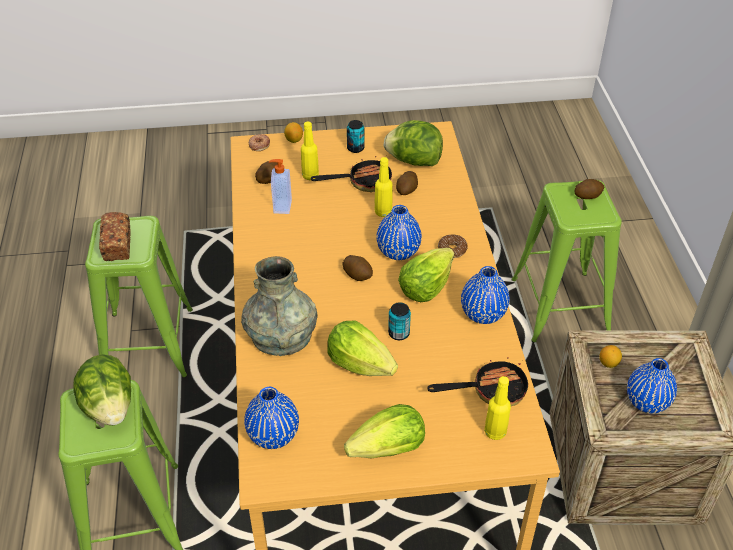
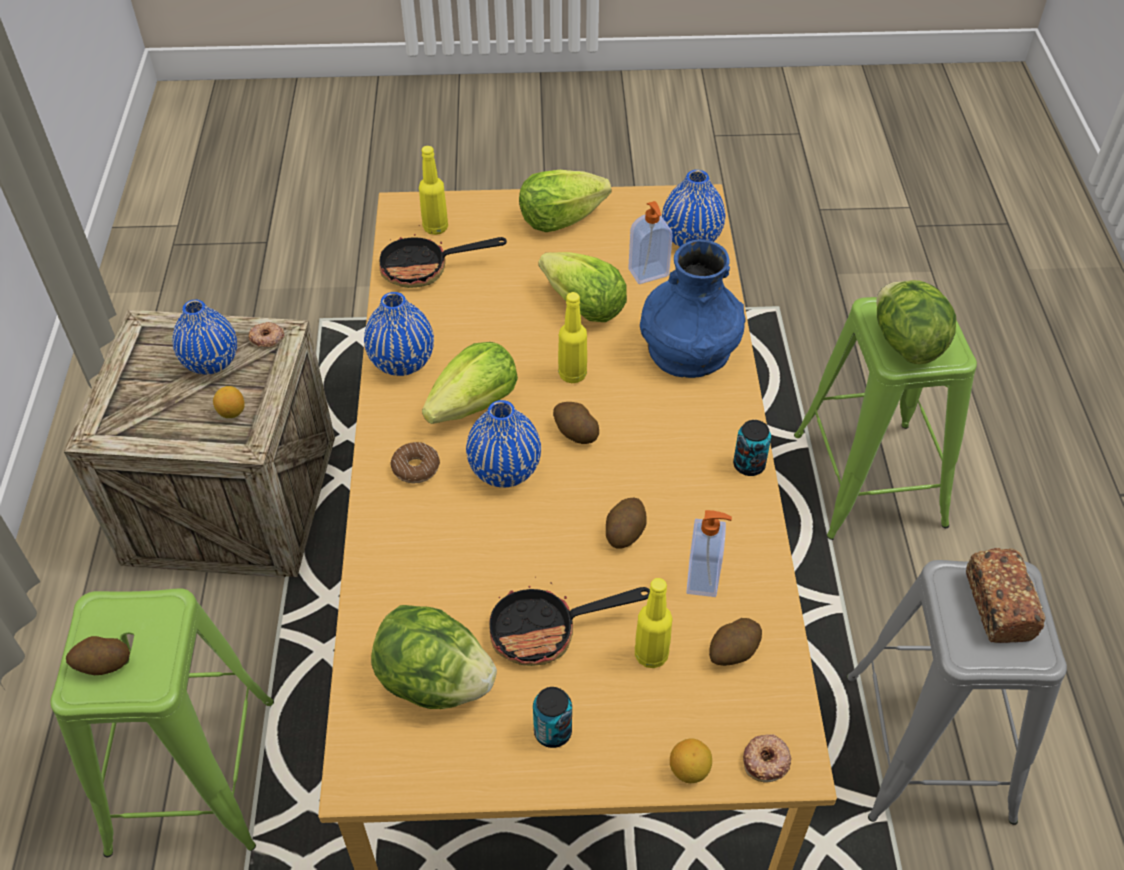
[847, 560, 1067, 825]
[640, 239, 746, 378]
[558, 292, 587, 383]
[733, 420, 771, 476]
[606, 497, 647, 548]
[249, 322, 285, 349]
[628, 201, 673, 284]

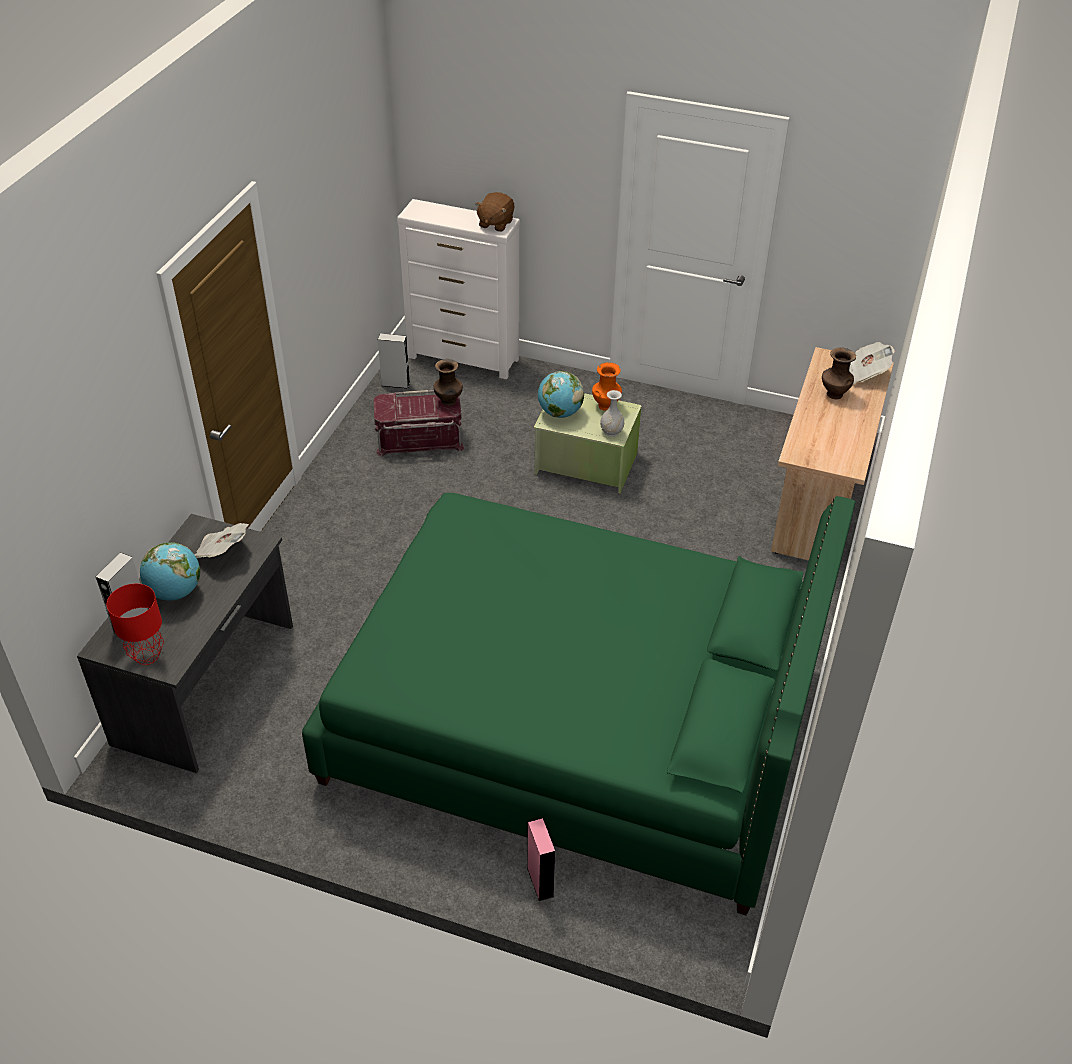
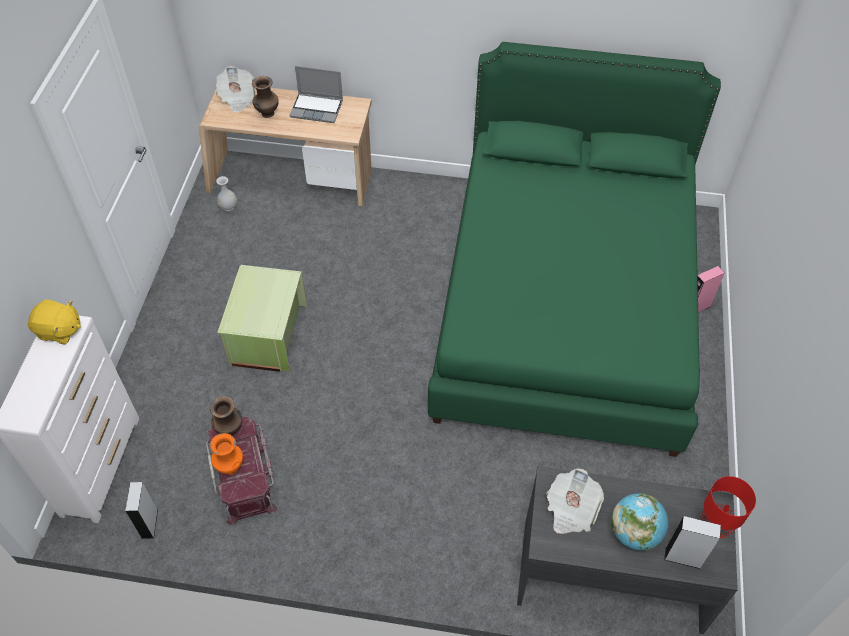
[28, 300, 81, 345]
[538, 371, 584, 418] (first image)
[210, 433, 243, 475]
[216, 176, 237, 211]
[289, 66, 343, 123]

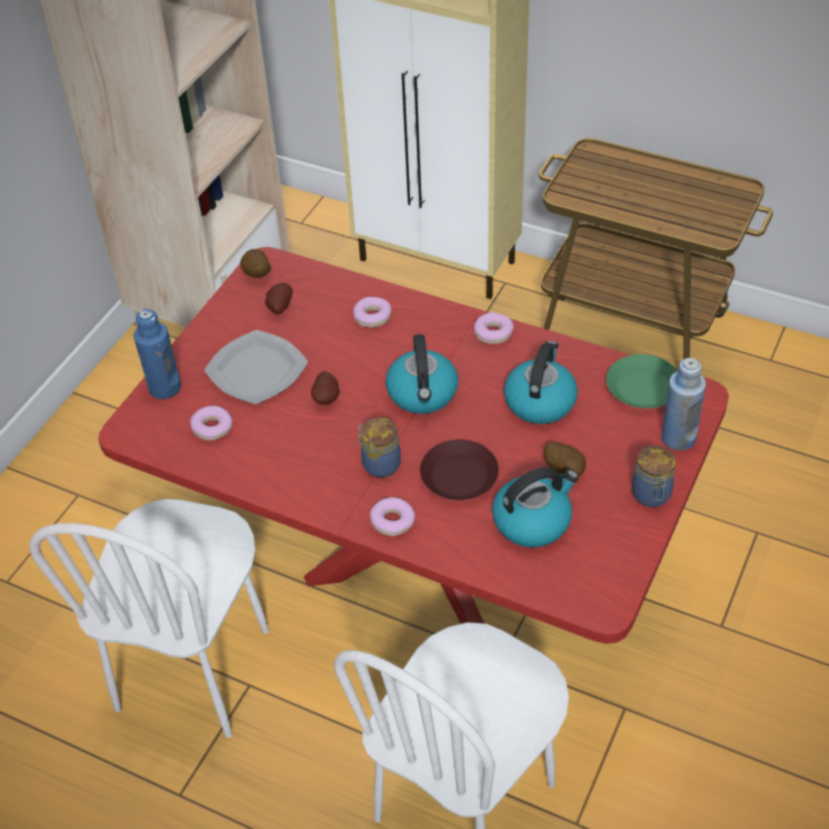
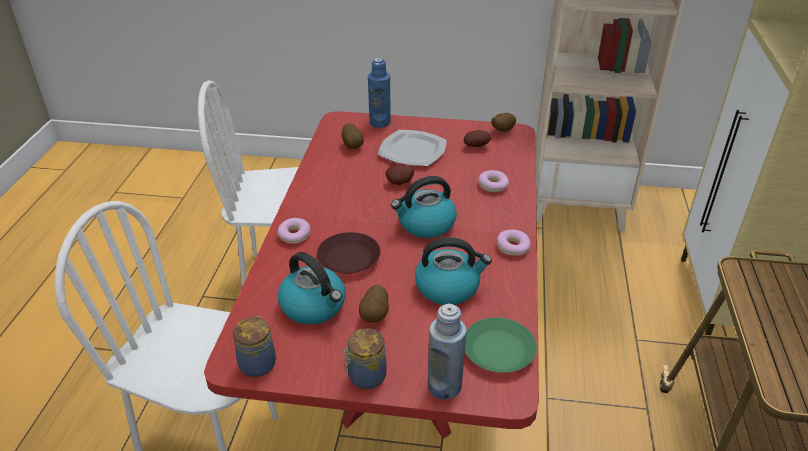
[342, 123, 364, 149]
[233, 316, 276, 377]

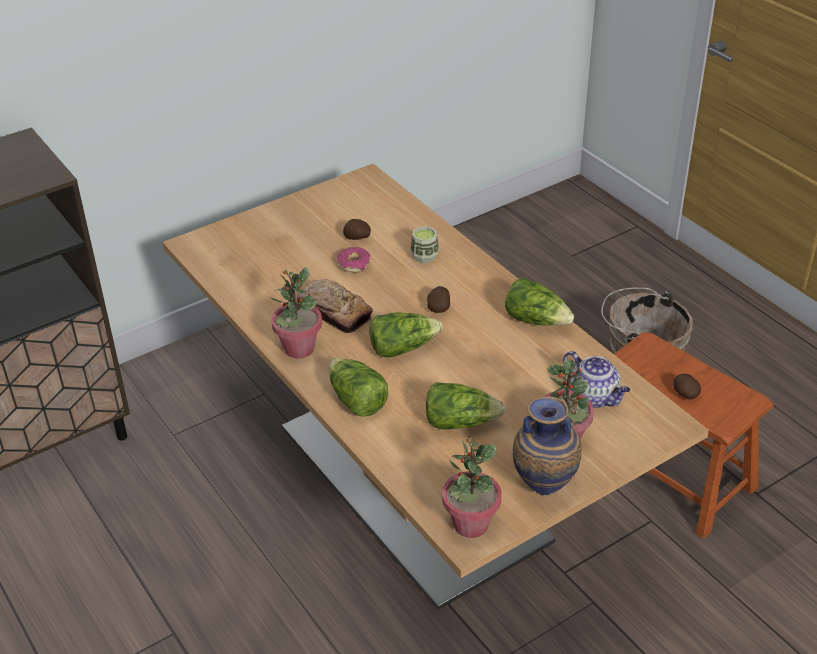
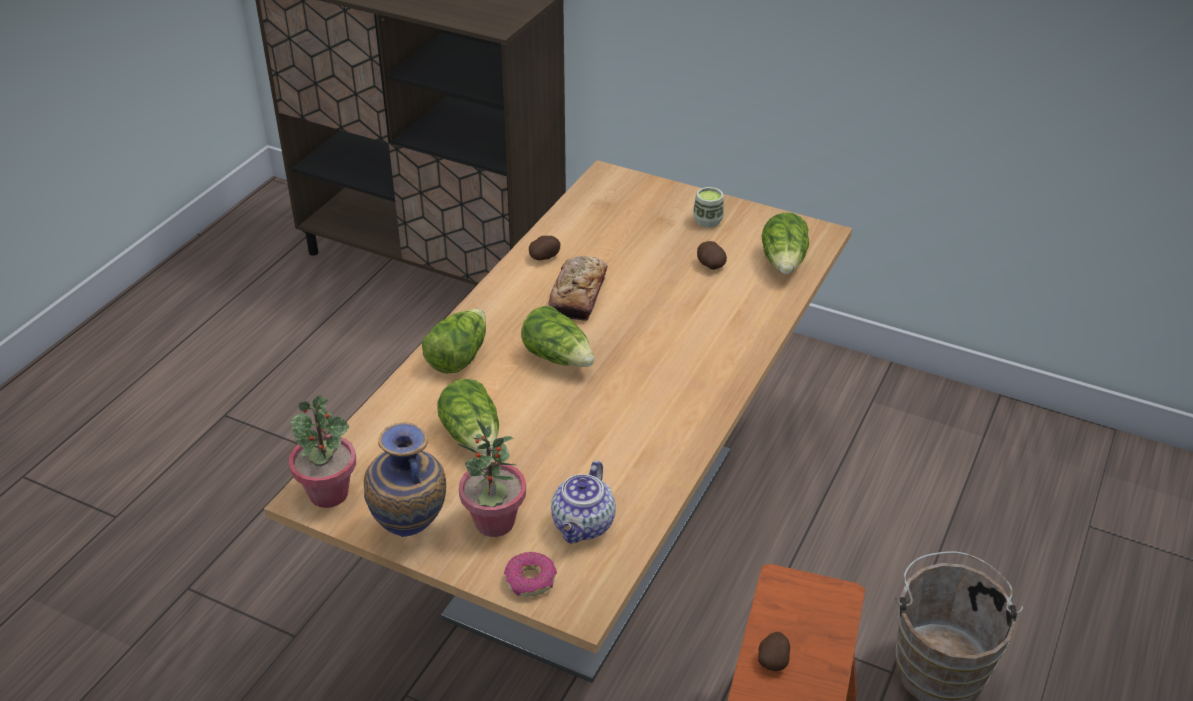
[270, 267, 322, 359] (first image)
[504, 552, 557, 597]
[693, 187, 724, 228]
[529, 236, 560, 260]
[762, 212, 809, 274]

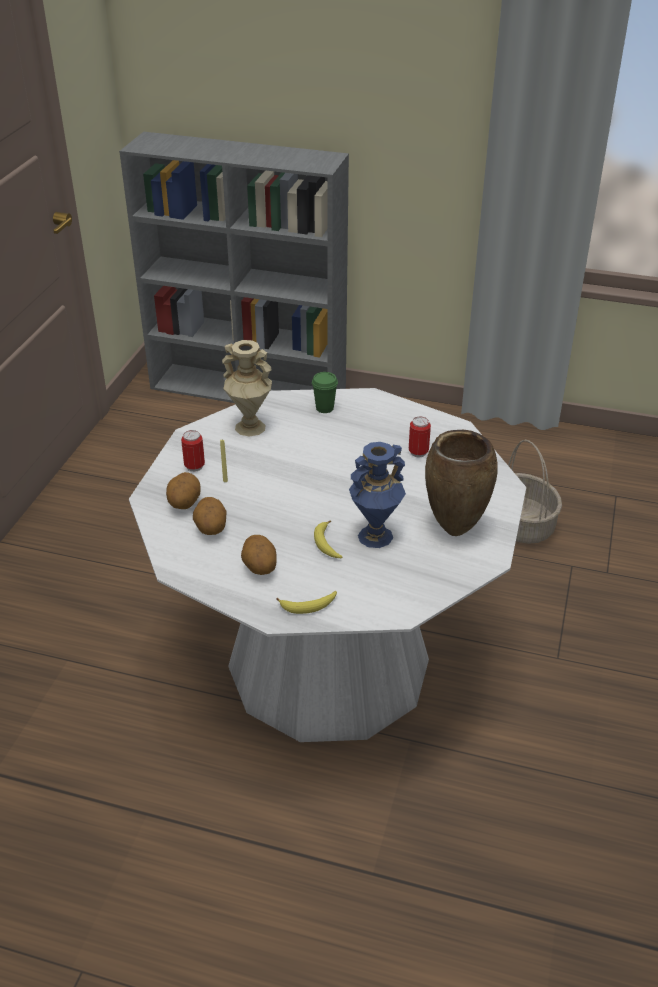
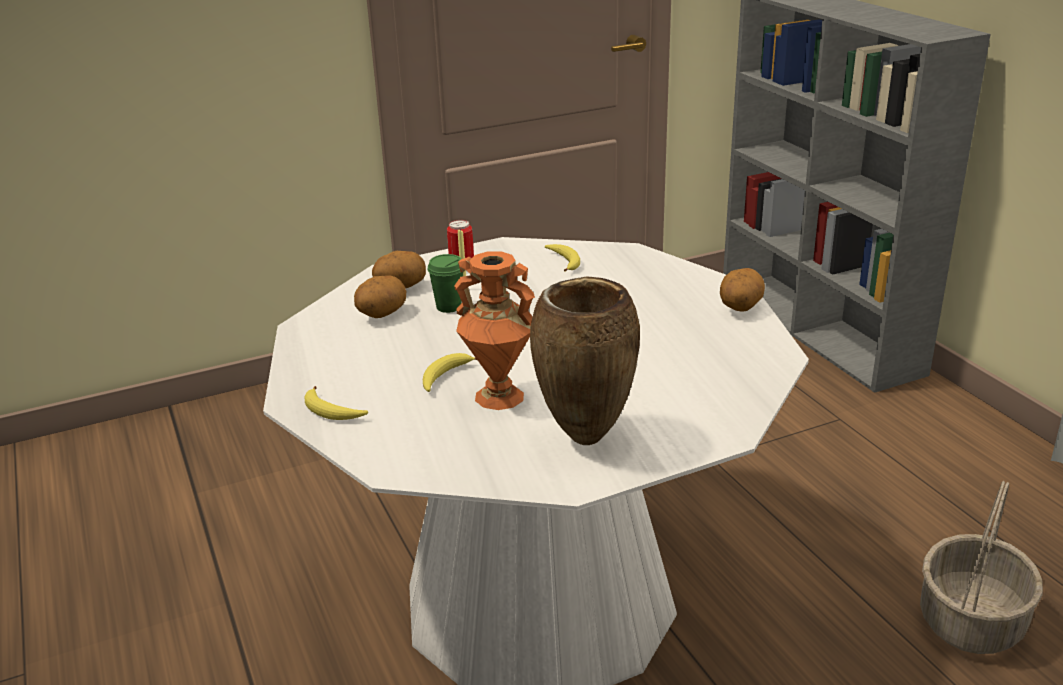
[545, 244, 580, 271]
[720, 268, 765, 312]
[428, 254, 463, 313]
[454, 251, 535, 410]
[409, 417, 431, 457] (first image)

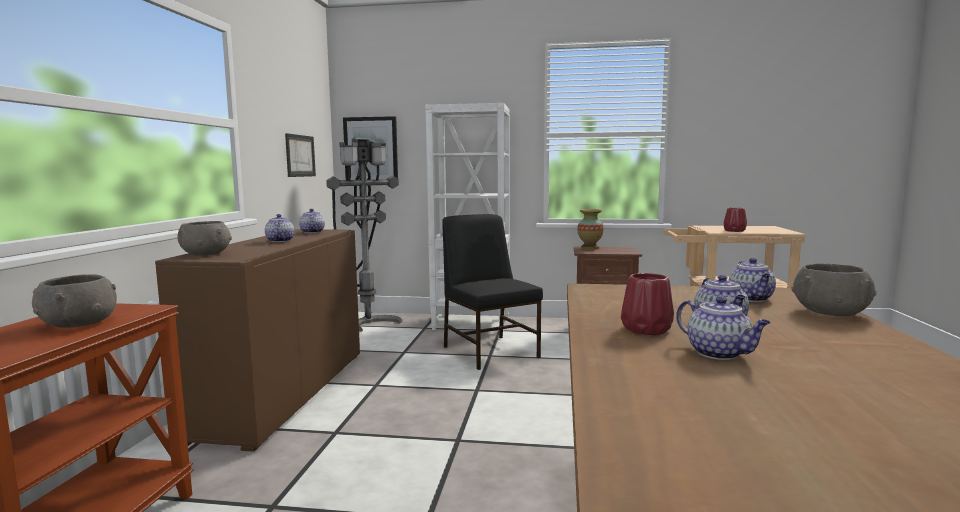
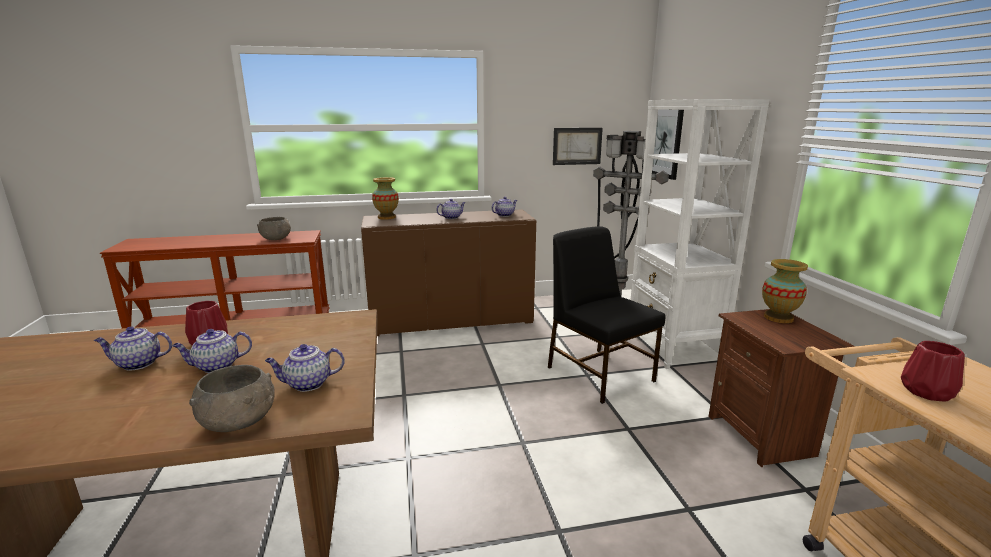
[372, 177, 399, 220]
[548, 226, 665, 404]
[94, 326, 172, 371]

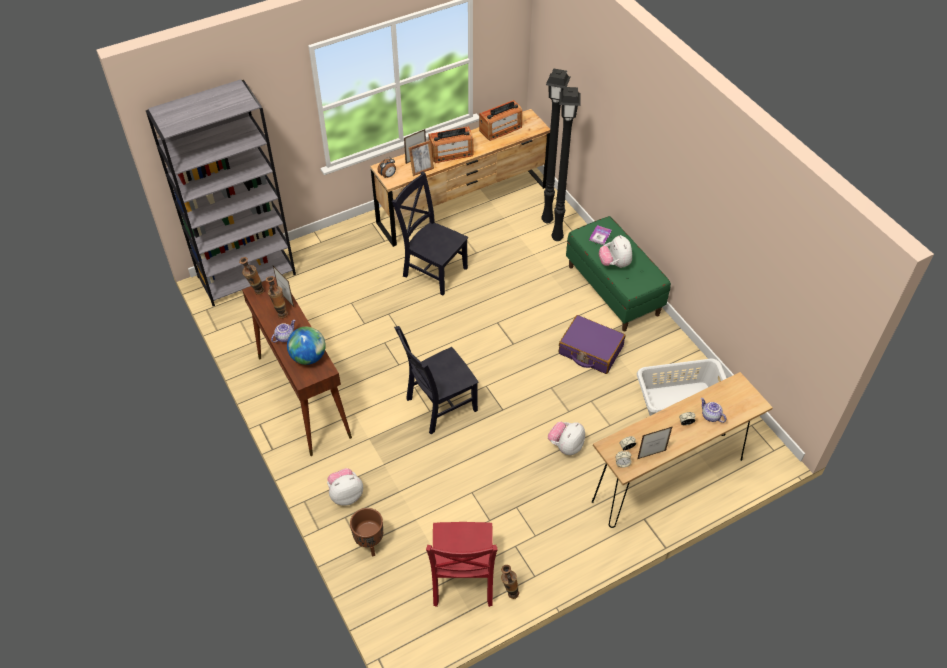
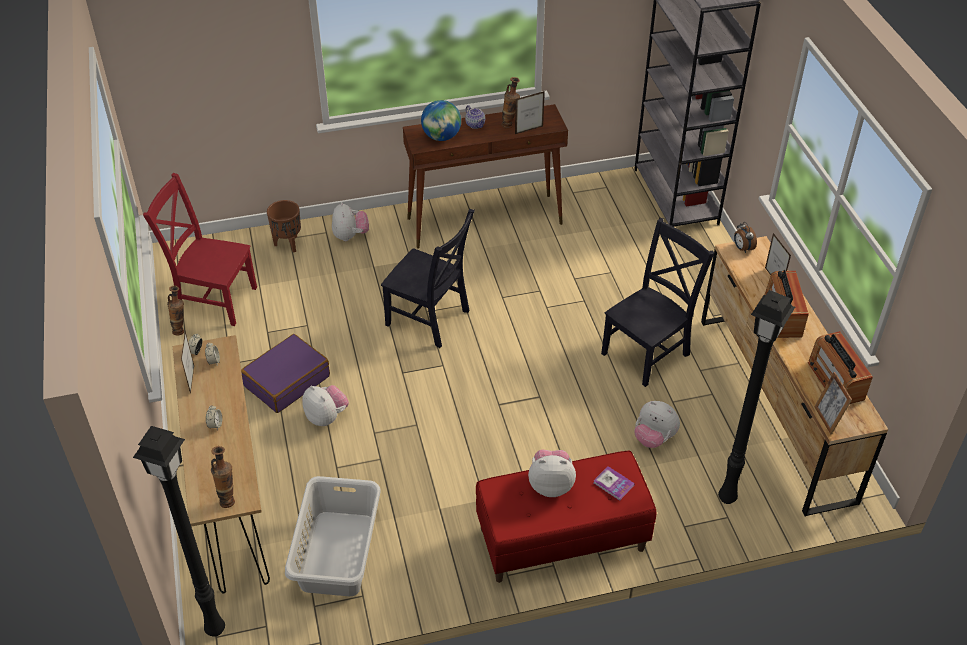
[211, 446, 235, 508]
[381, 209, 475, 348]
[814, 372, 852, 434]
[133, 426, 225, 637]
[241, 334, 330, 413]
[476, 451, 656, 583]
[701, 398, 726, 423] (first image)
[634, 401, 680, 448]

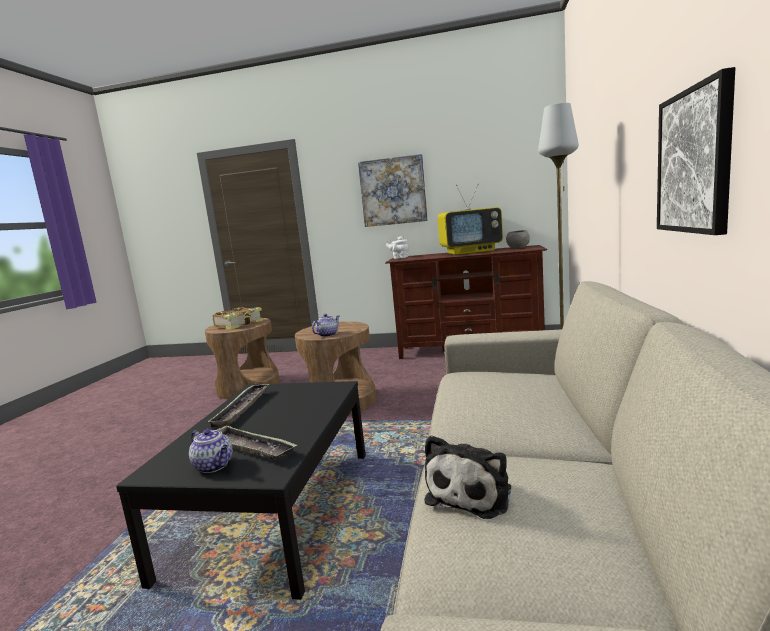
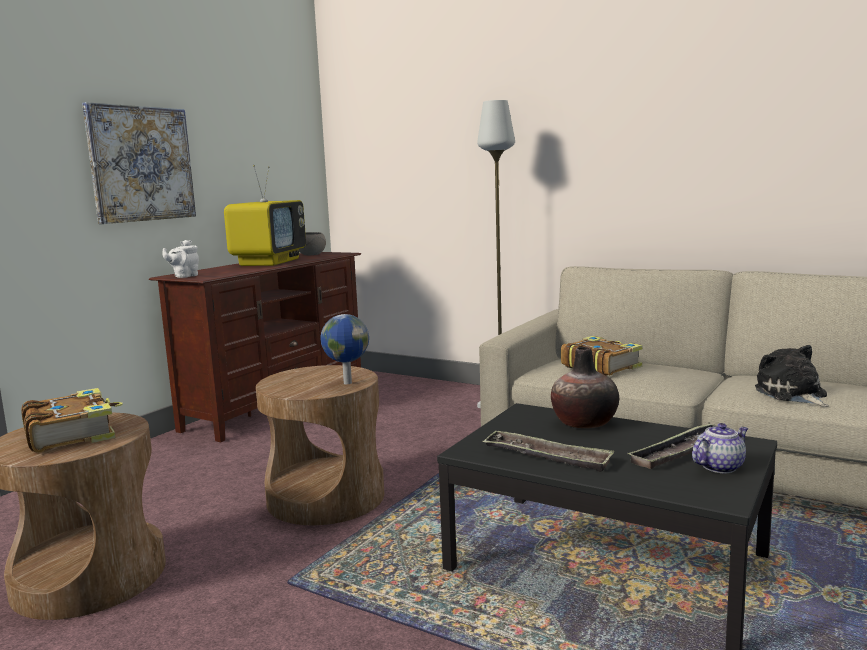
[320, 314, 369, 384]
[755, 345, 829, 407]
[657, 67, 736, 235] (first image)
[551, 347, 619, 428]
[561, 336, 643, 376]

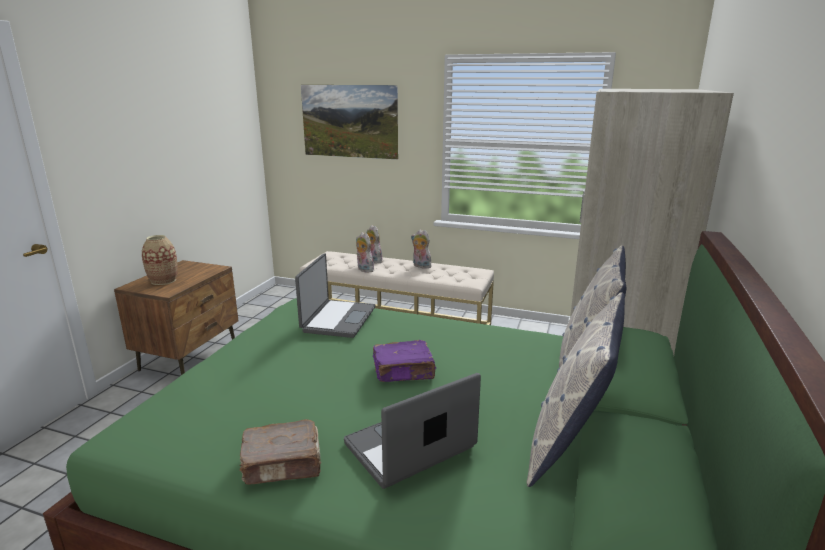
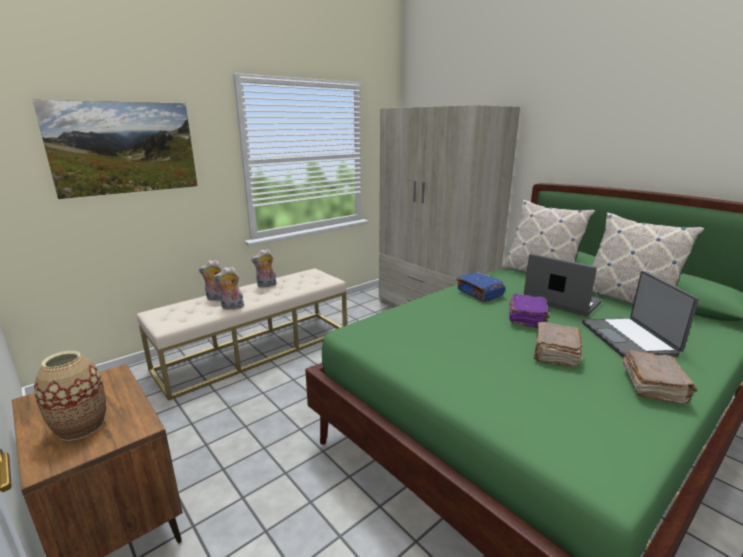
[524, 253, 602, 316]
[456, 272, 505, 302]
[534, 322, 582, 368]

